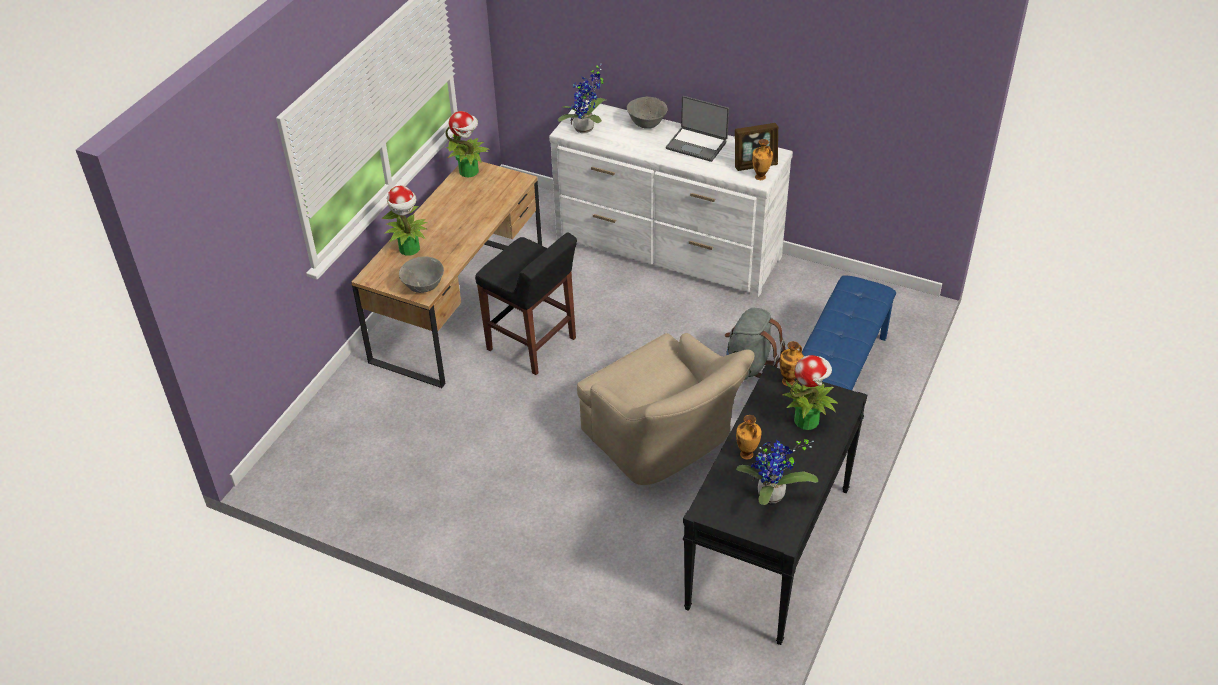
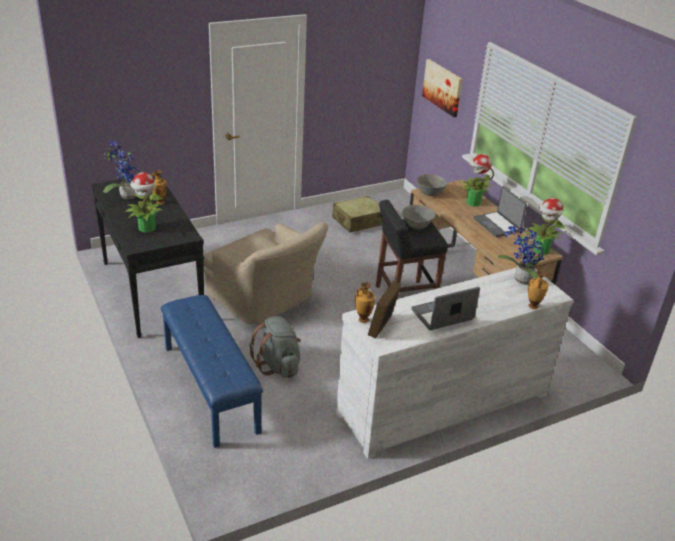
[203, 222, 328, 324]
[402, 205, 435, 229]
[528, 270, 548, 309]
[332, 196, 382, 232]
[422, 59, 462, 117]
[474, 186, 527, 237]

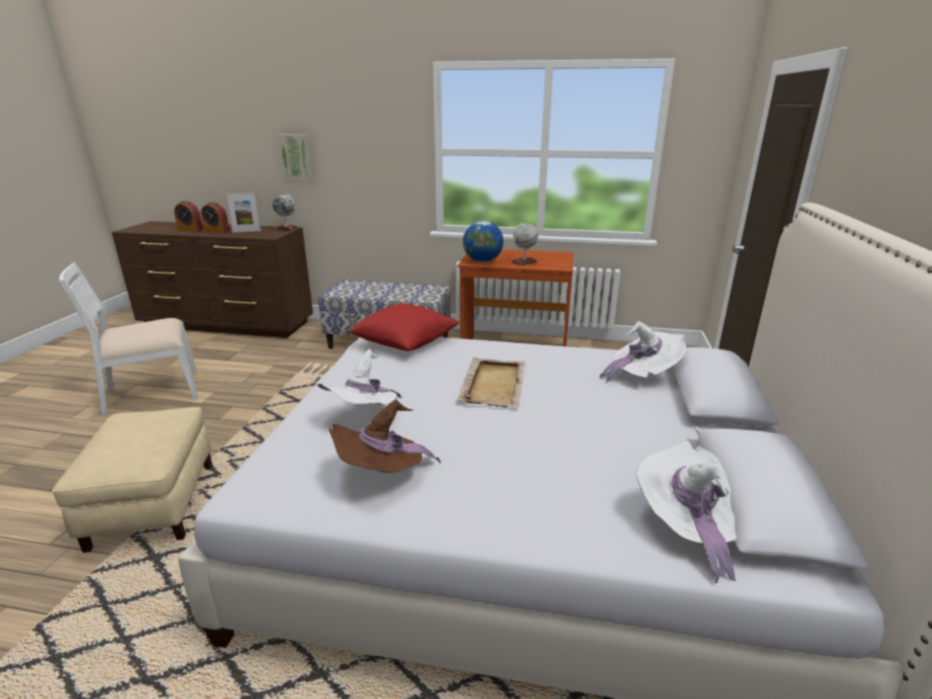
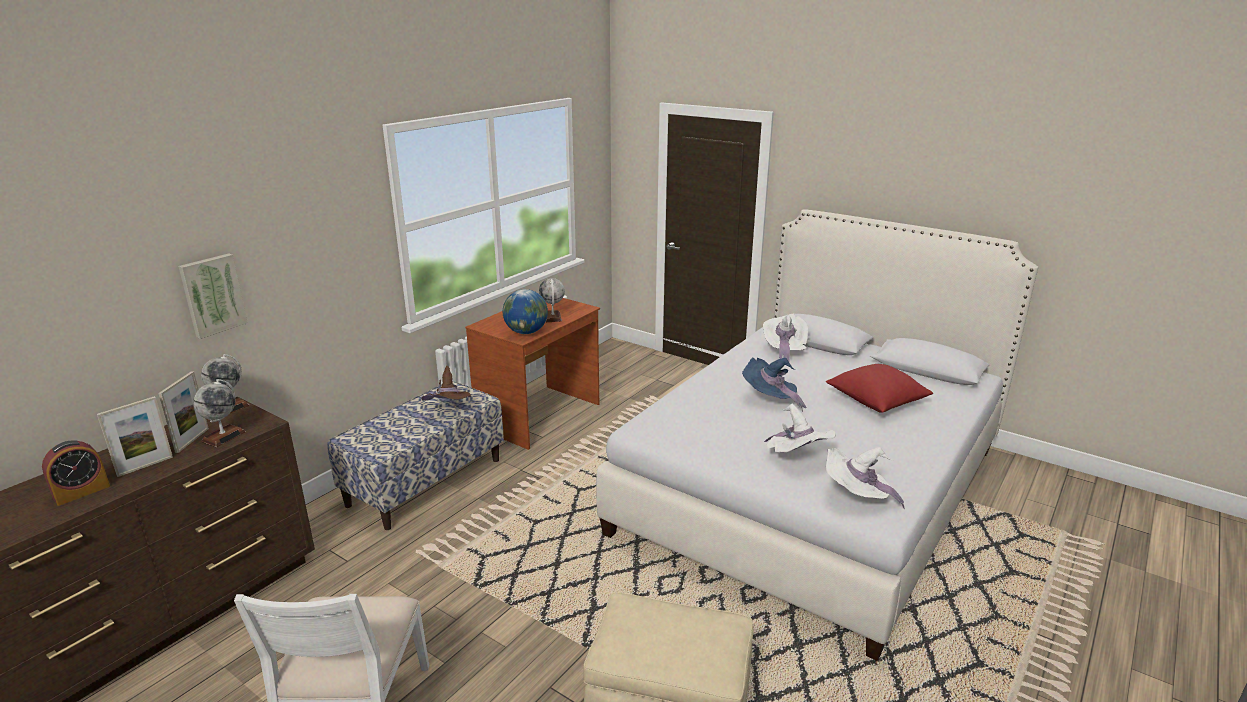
[97, 396, 173, 477]
[421, 366, 472, 401]
[826, 364, 933, 413]
[742, 358, 806, 411]
[826, 447, 905, 510]
[193, 379, 246, 447]

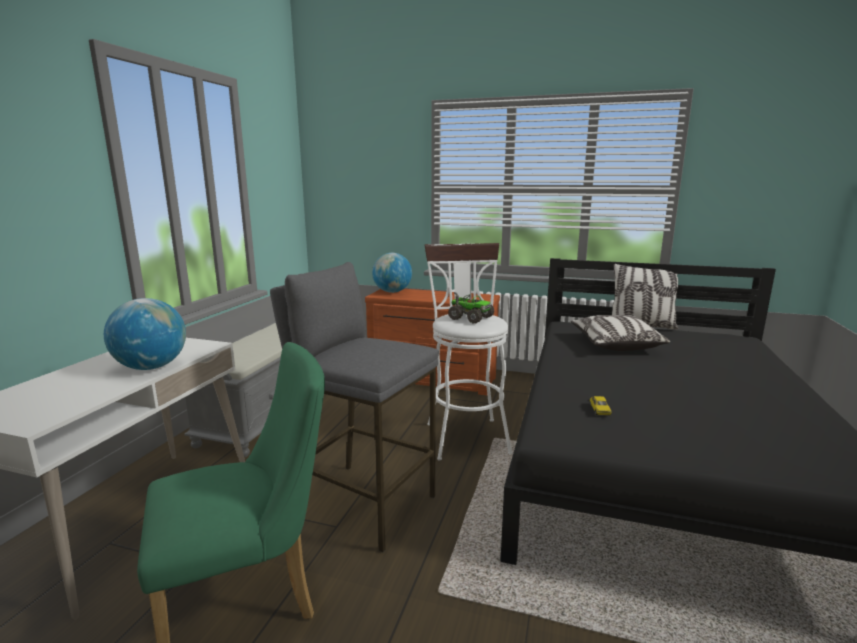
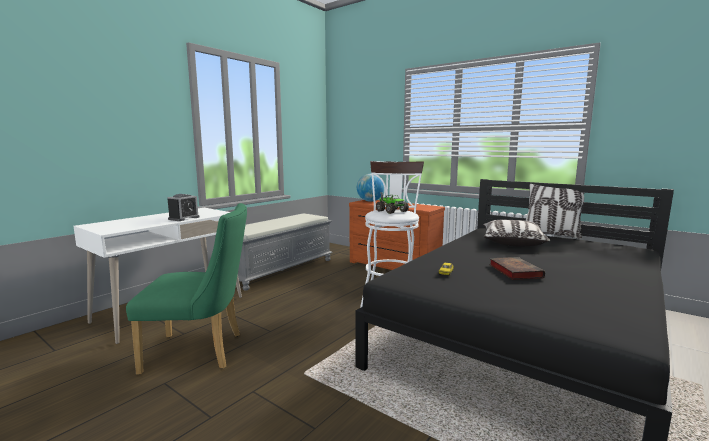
[167, 194, 200, 221]
[270, 262, 439, 553] (first image)
[489, 257, 545, 280]

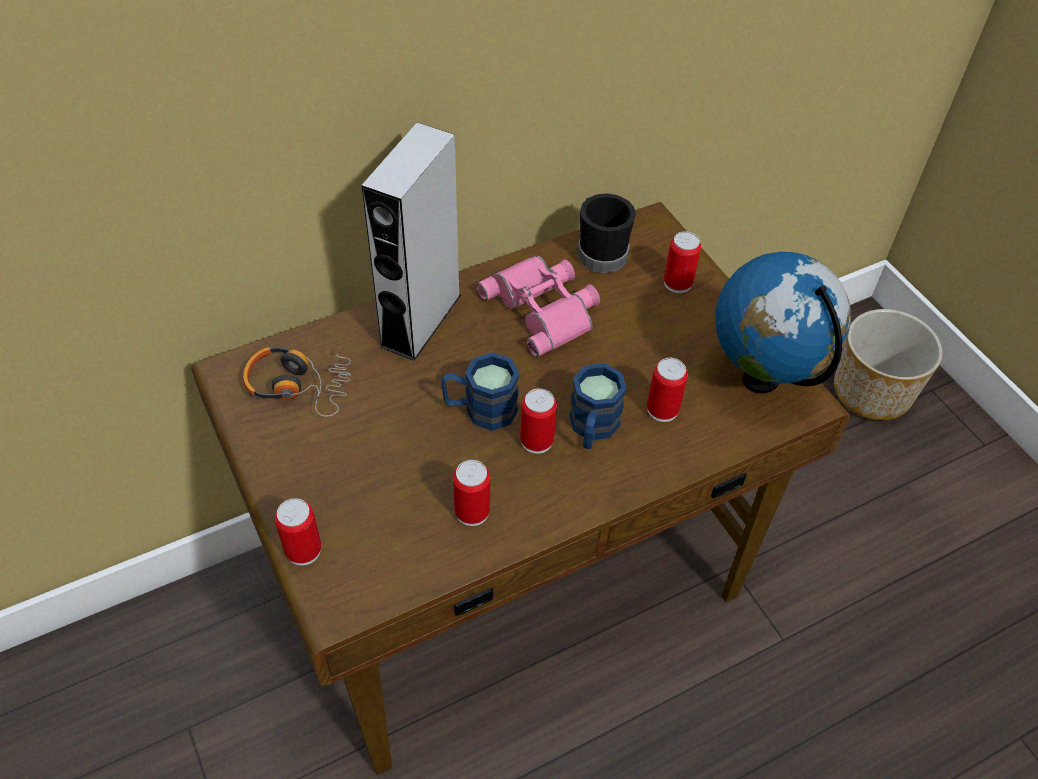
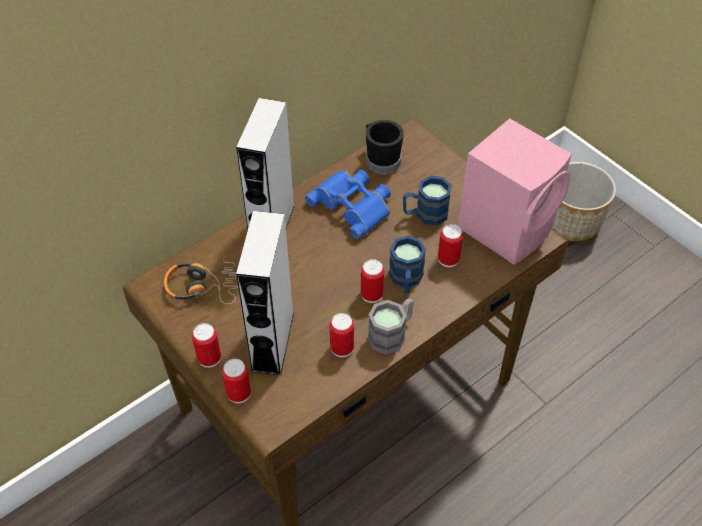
[403, 176, 452, 225]
[305, 170, 391, 239]
[192, 323, 221, 368]
[458, 118, 572, 265]
[236, 211, 294, 376]
[368, 298, 414, 355]

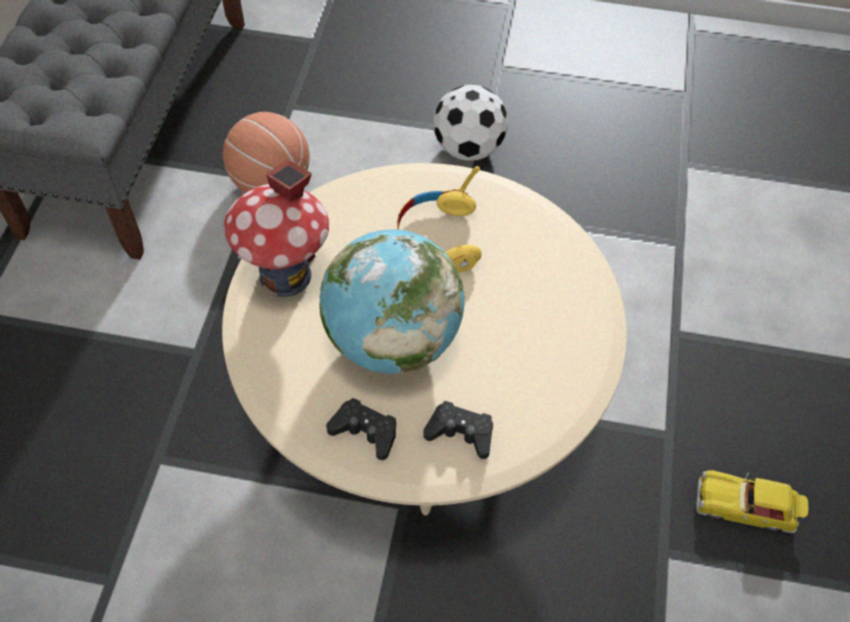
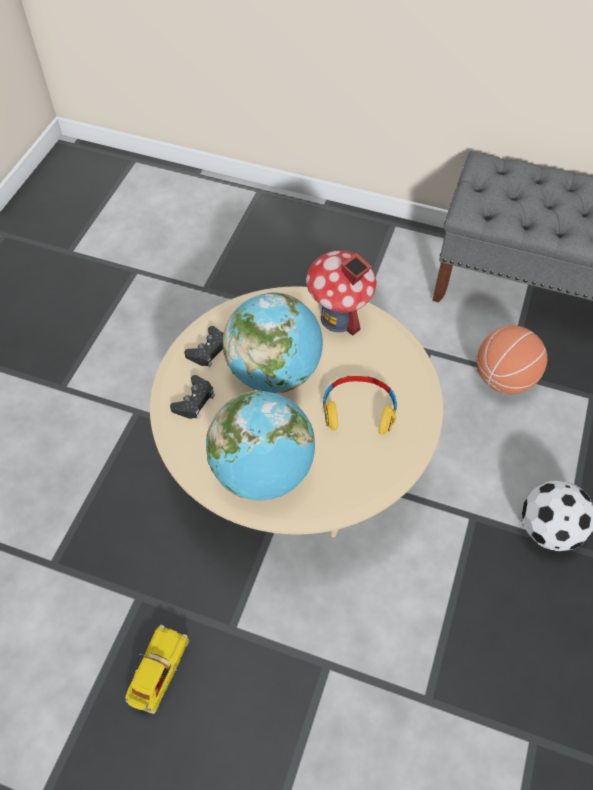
[206, 391, 315, 500]

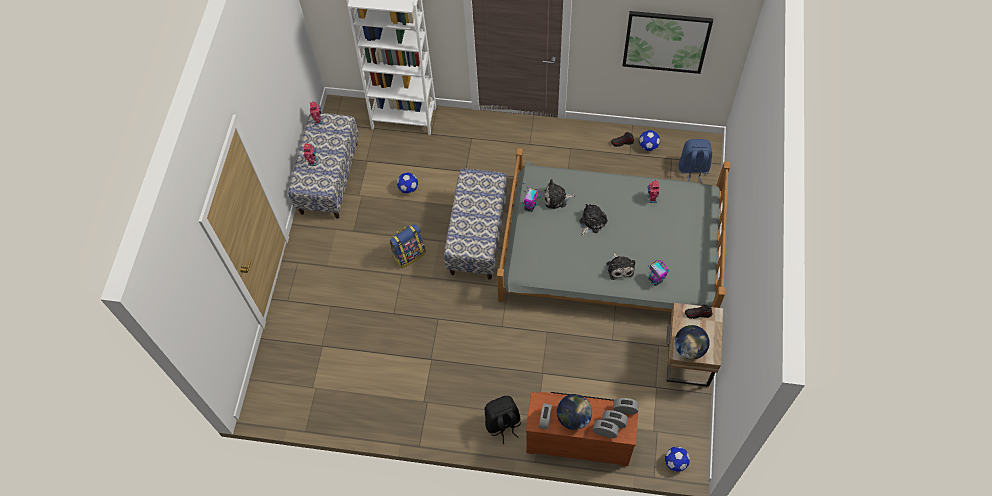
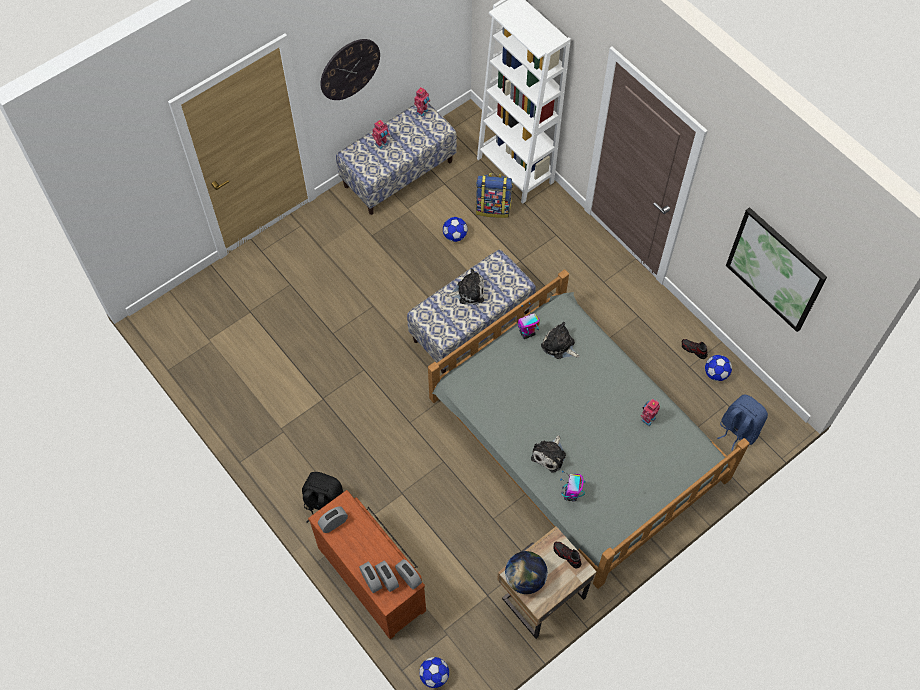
[476, 173, 513, 218]
[557, 394, 592, 430] (first image)
[447, 269, 484, 305]
[320, 39, 380, 100]

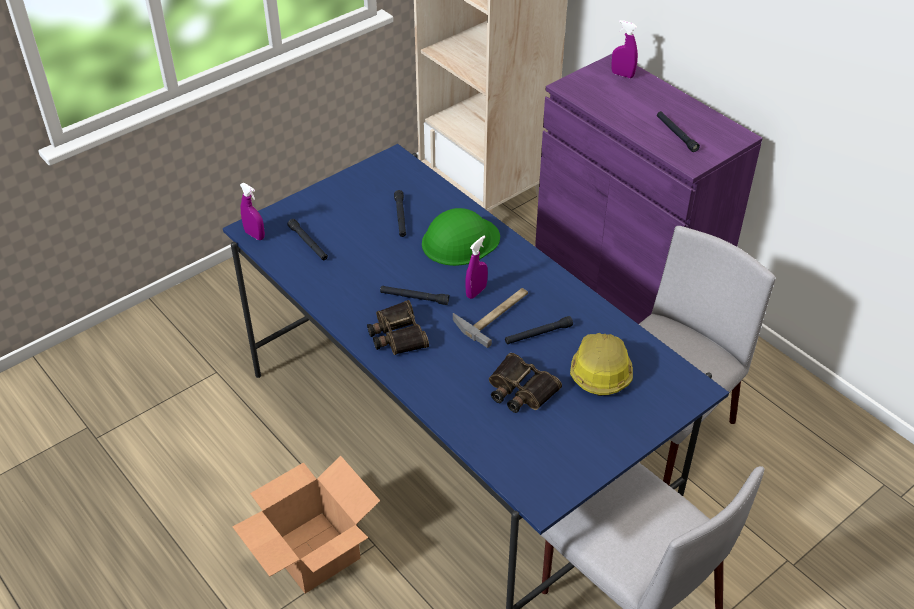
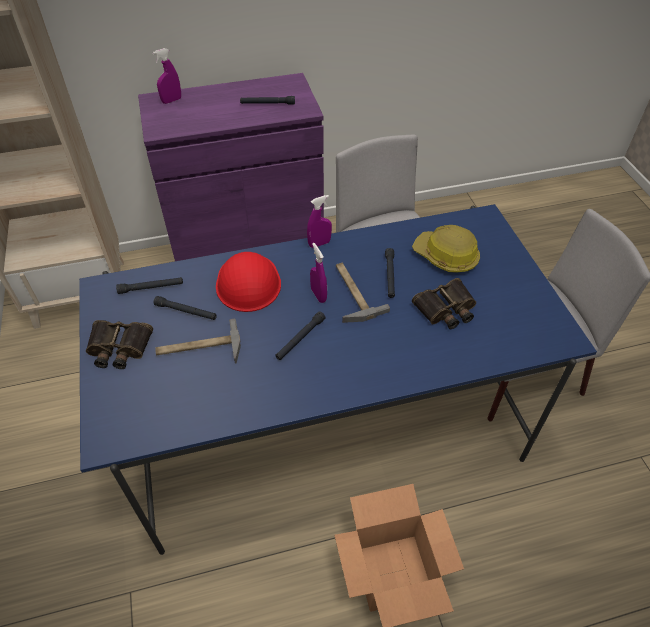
[307, 195, 332, 248]
[116, 277, 183, 294]
[86, 320, 153, 369]
[216, 252, 281, 312]
[155, 319, 241, 364]

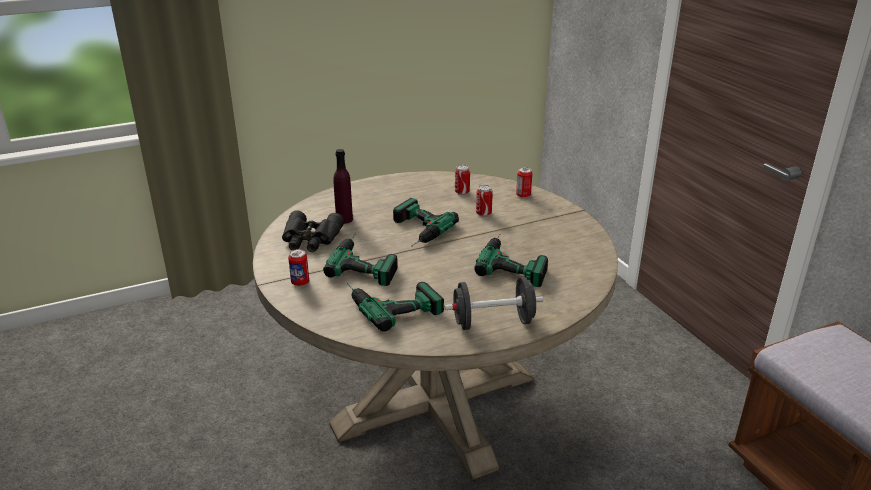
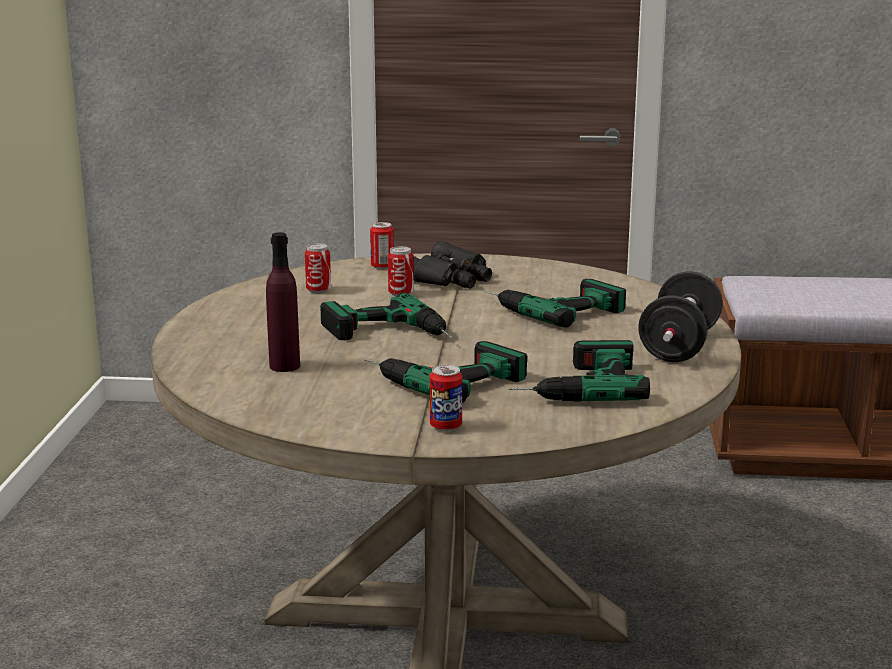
[413, 241, 492, 289]

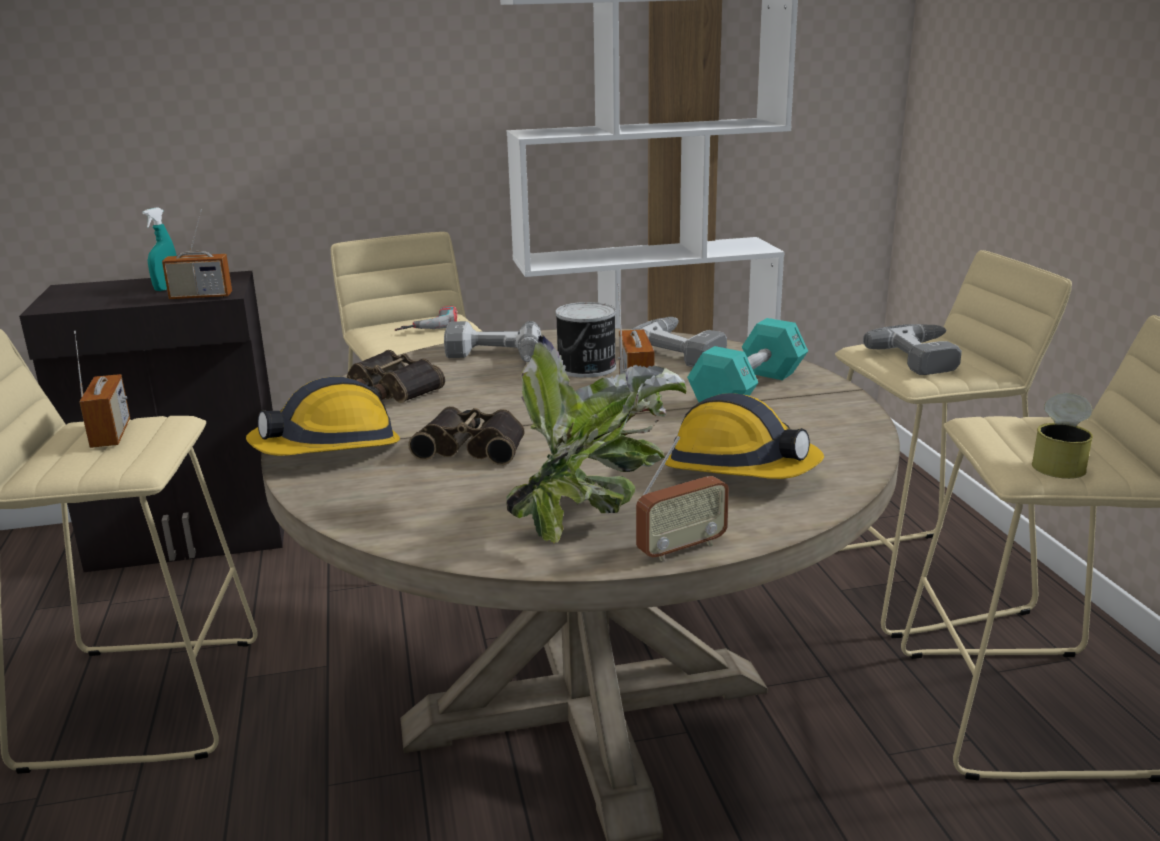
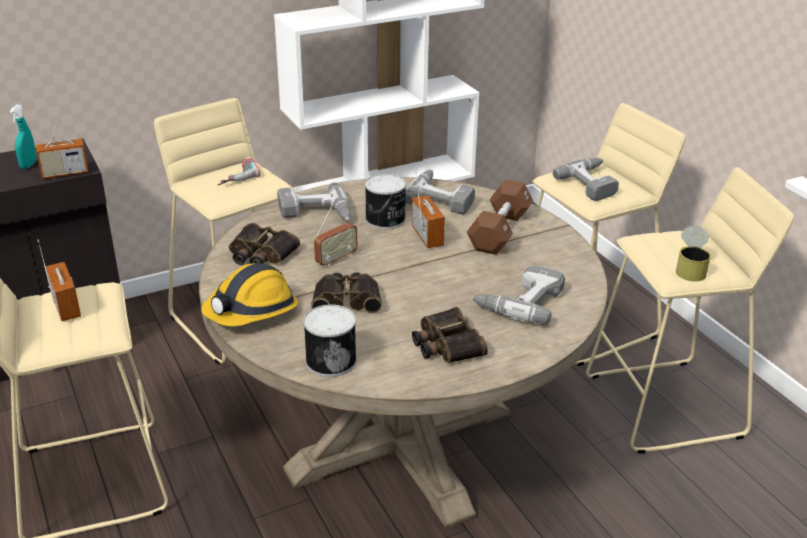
[412, 307, 488, 364]
[314, 206, 357, 267]
[472, 265, 565, 325]
[467, 179, 533, 255]
[303, 305, 357, 377]

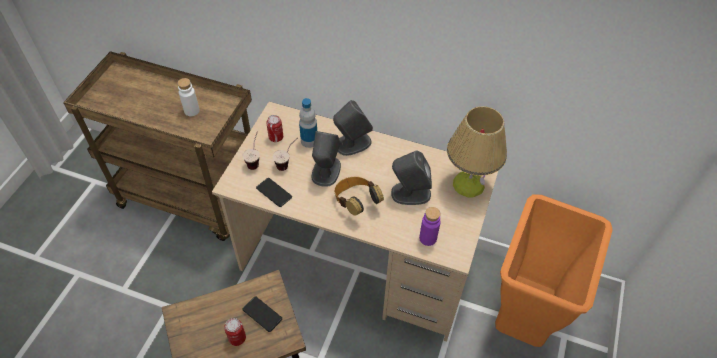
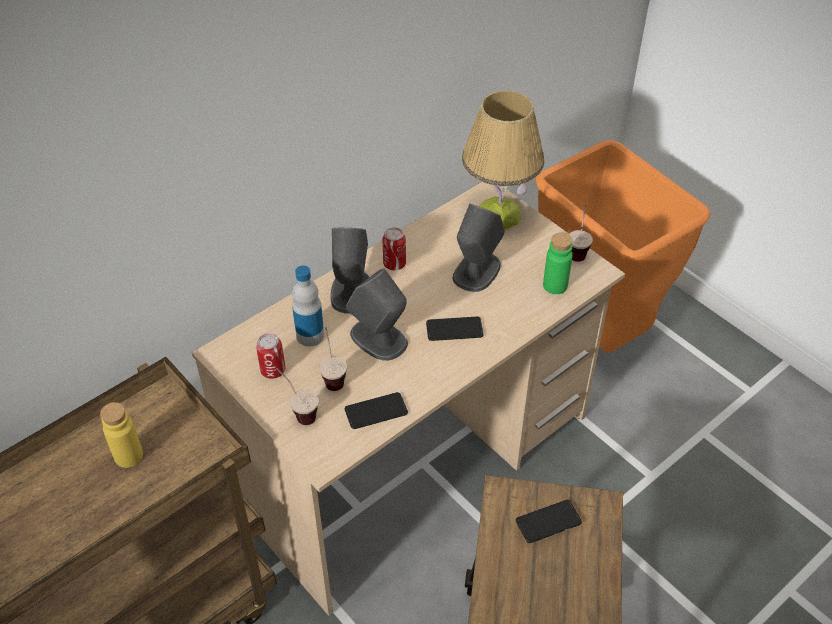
[100, 402, 143, 468]
[383, 227, 406, 270]
[426, 316, 483, 341]
[543, 232, 573, 294]
[569, 204, 593, 262]

